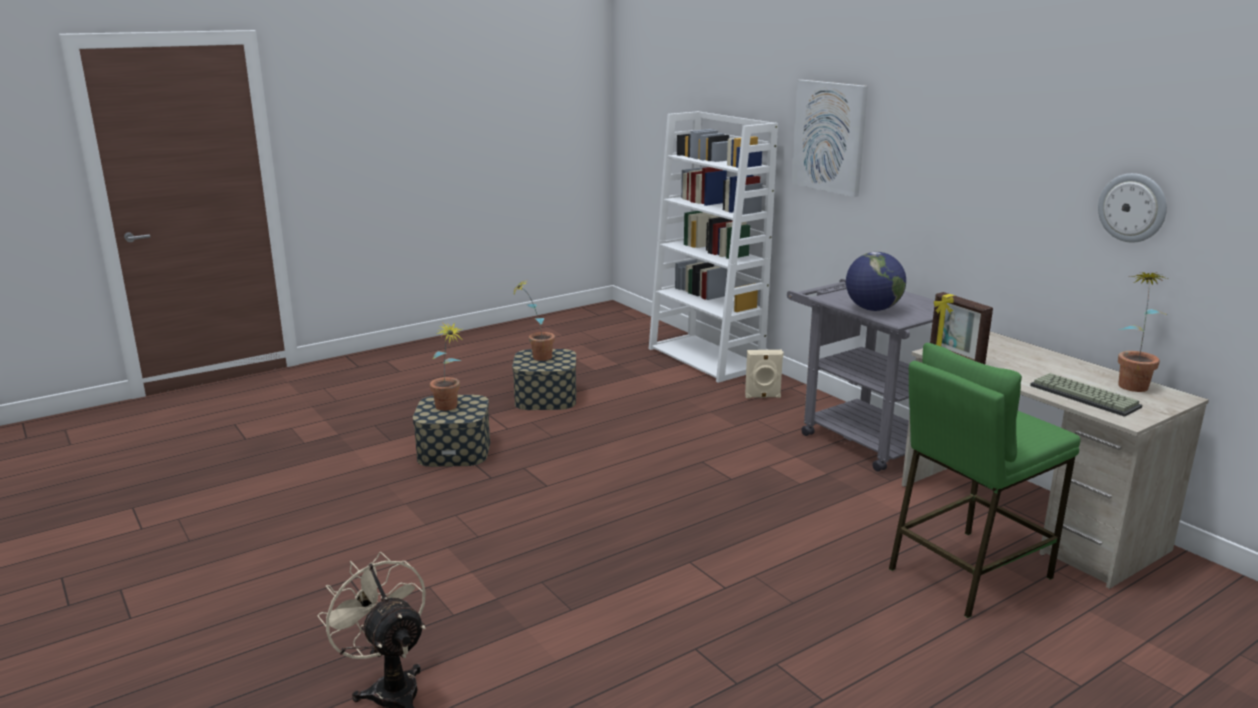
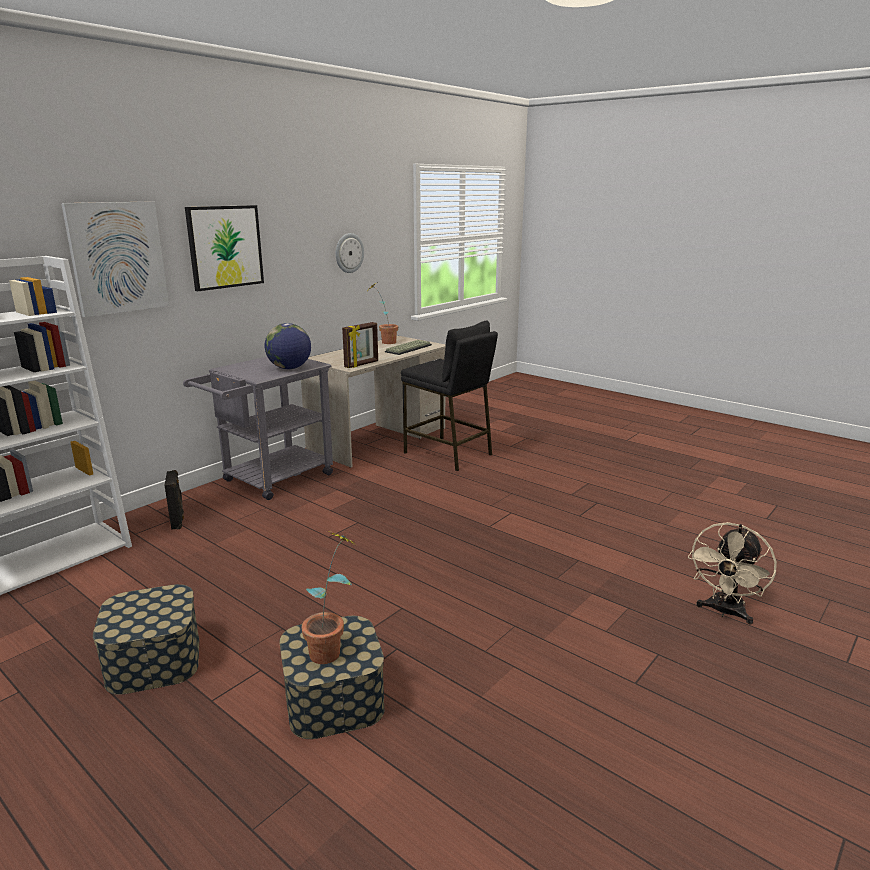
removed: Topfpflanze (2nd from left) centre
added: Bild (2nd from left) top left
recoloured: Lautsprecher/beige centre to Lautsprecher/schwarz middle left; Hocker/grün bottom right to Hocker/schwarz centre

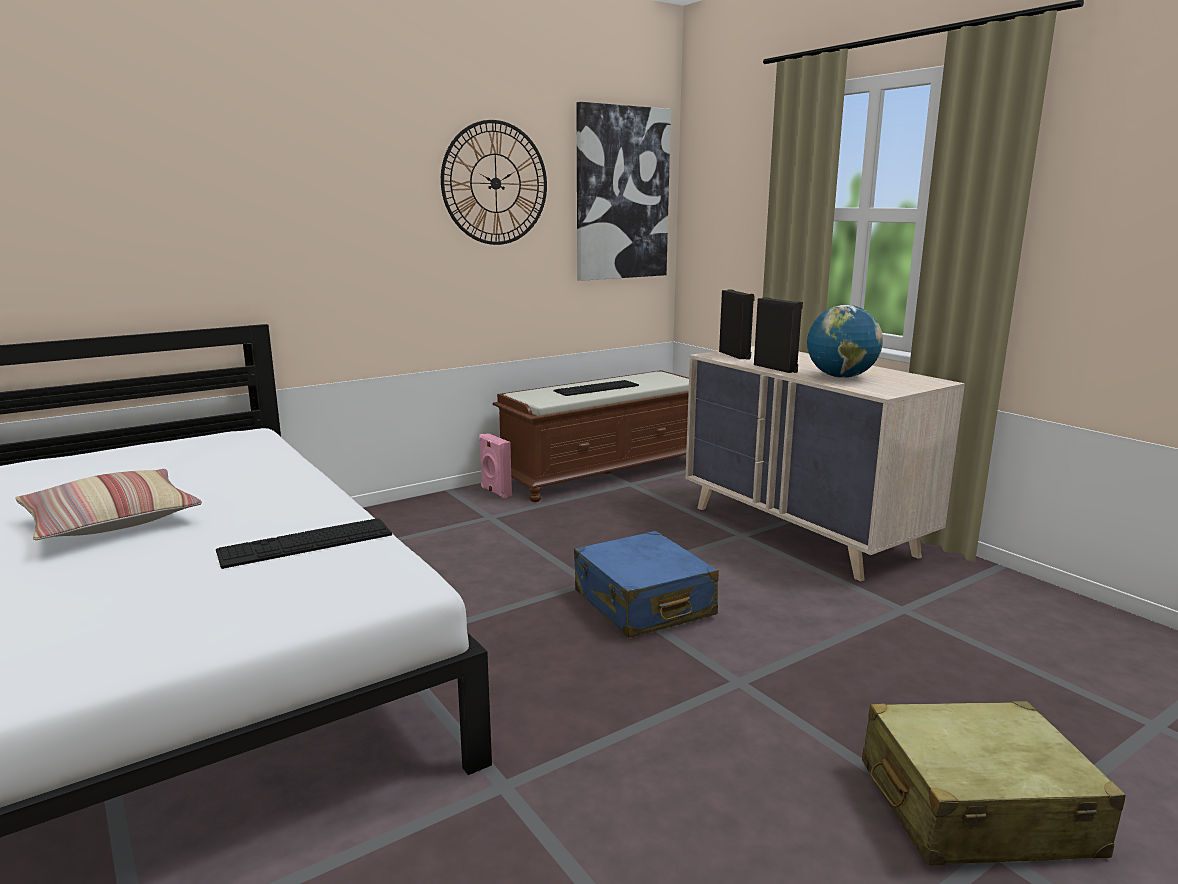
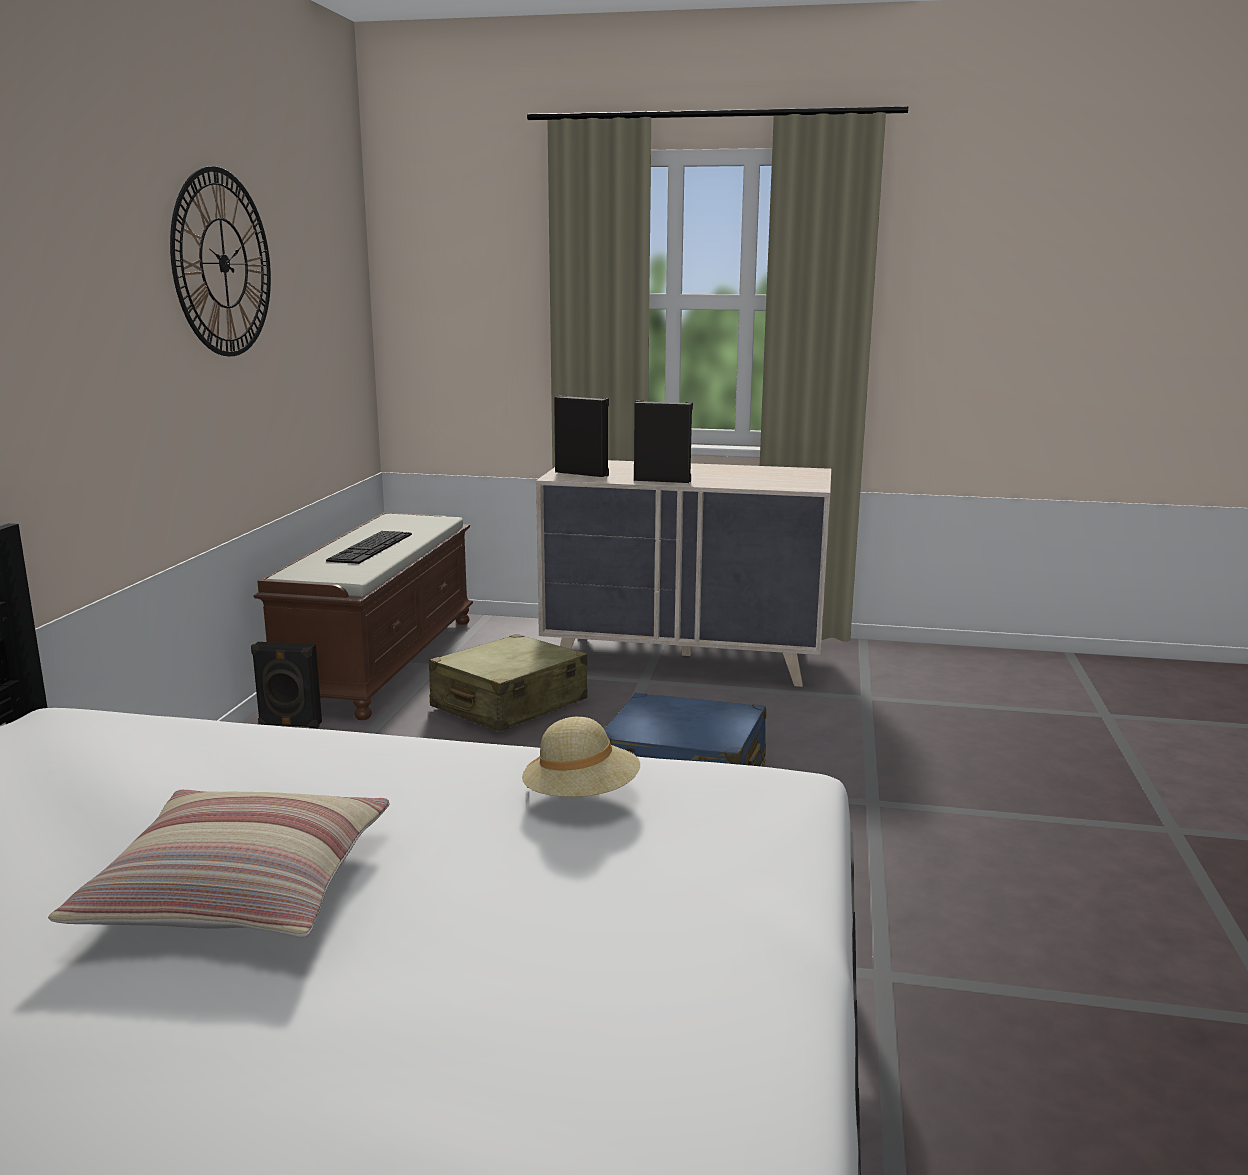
removed: Bild top centre; Globus middle right
moved: Koffer/beige bottom right to centre
replaced: Tastatur (1st from left) middle left to Hut/beige centre
recoloured: Lautsprecher/rosa centre to Lautsprecher/schwarz (1st from left) middle left

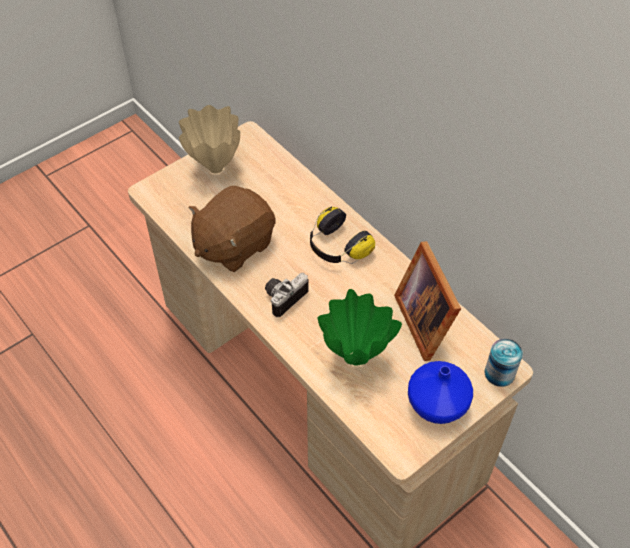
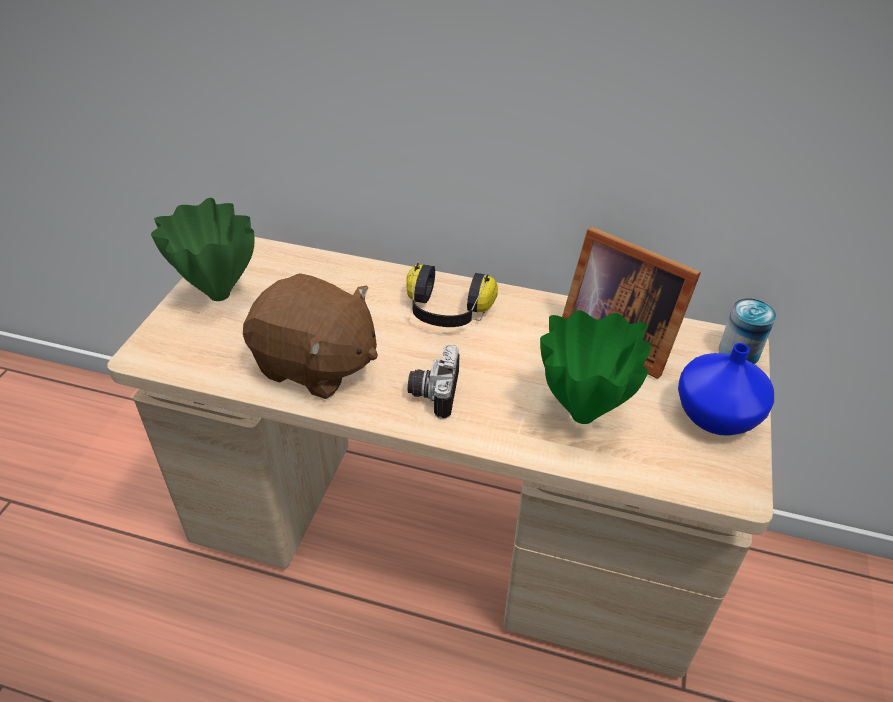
recoloured: Vase/beige top left to Vase/grün (1st from left) middle left
turned: Plüschtier/braun centre = centre 75 degrees counterclockwise

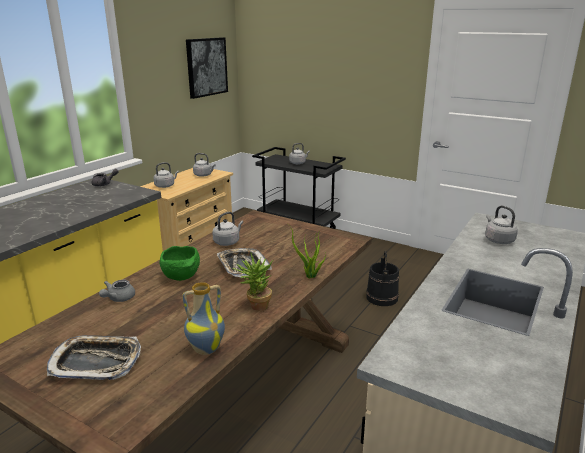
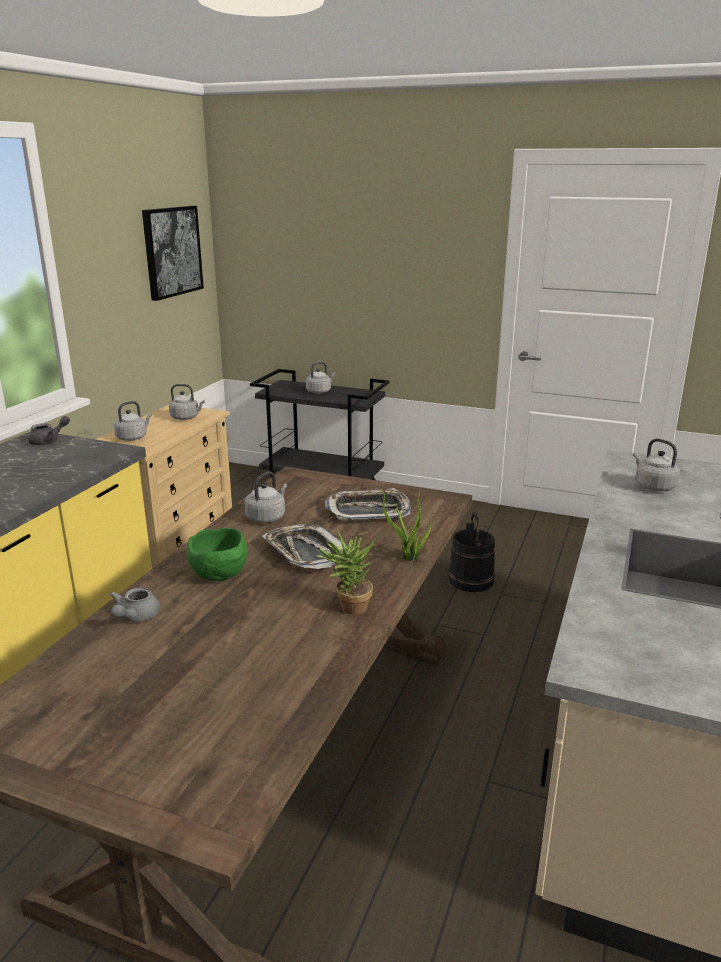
removed: Vase bottom centre
moved: Tablett (1st from left in the first image) bottom left to Tablett (2nd from left) centre

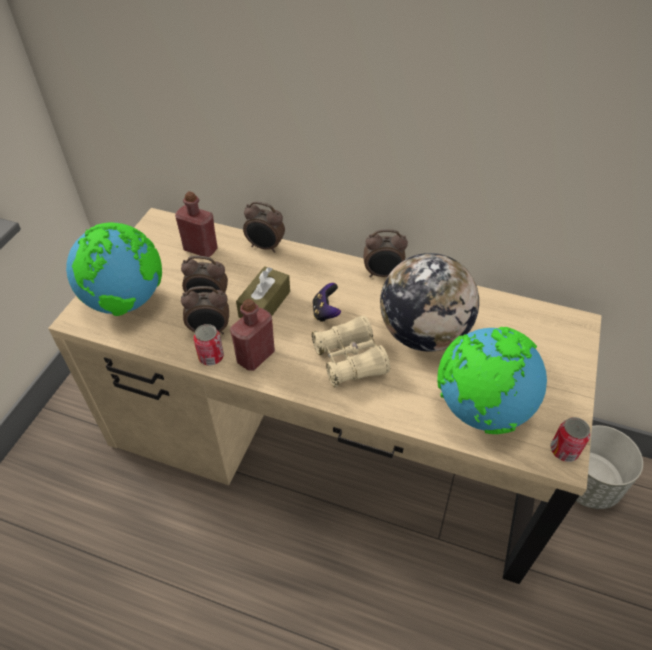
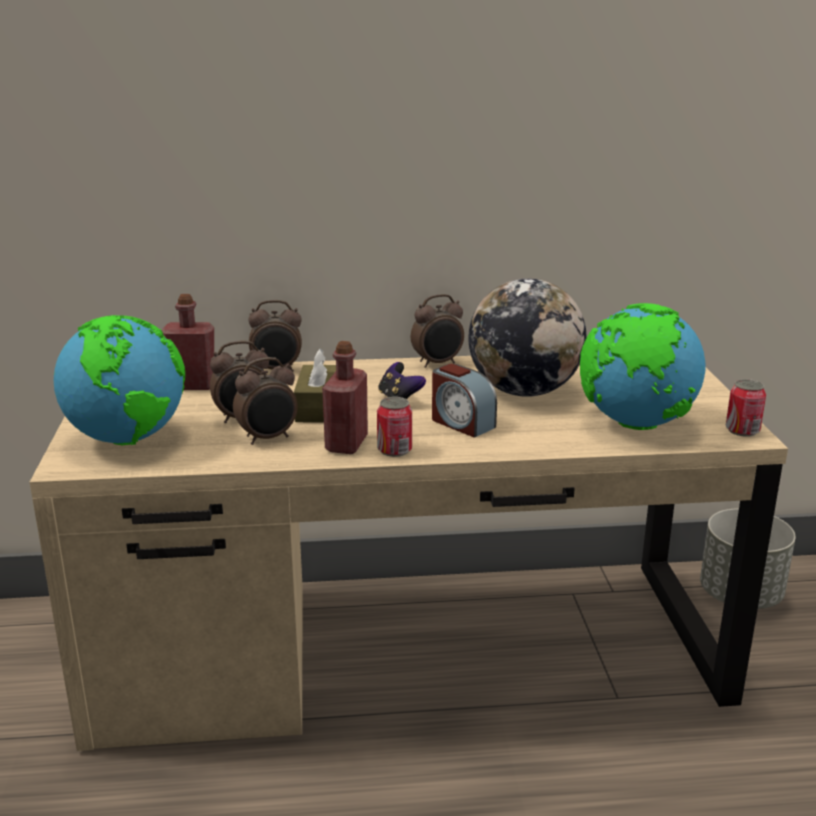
moved: Dose (1st from left) middle left to centre
replaced: Fernglas/beige centre to Wecker (5th from left) centre

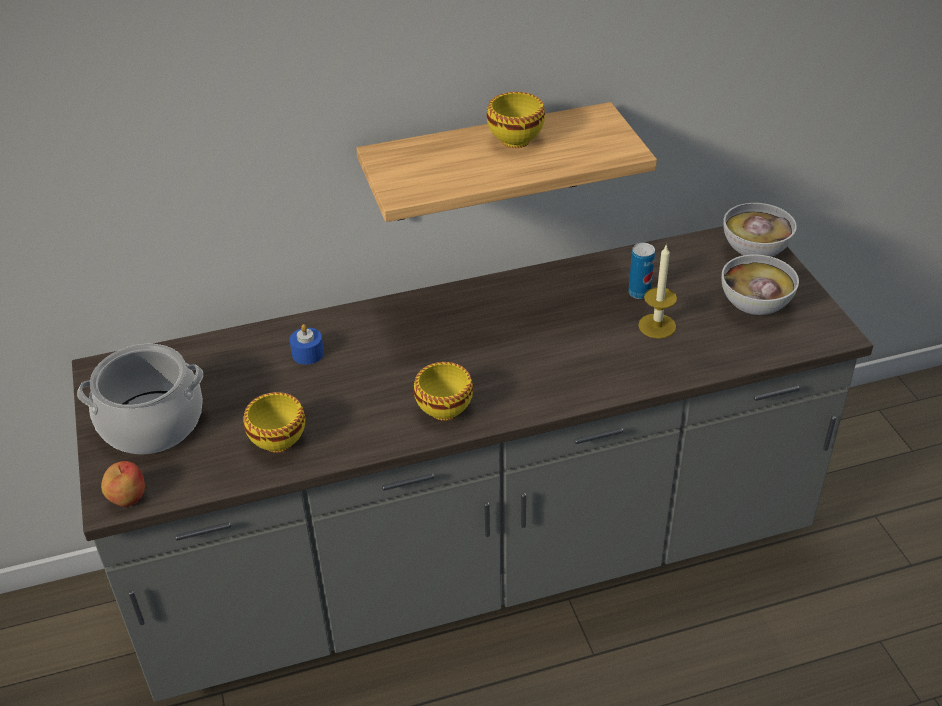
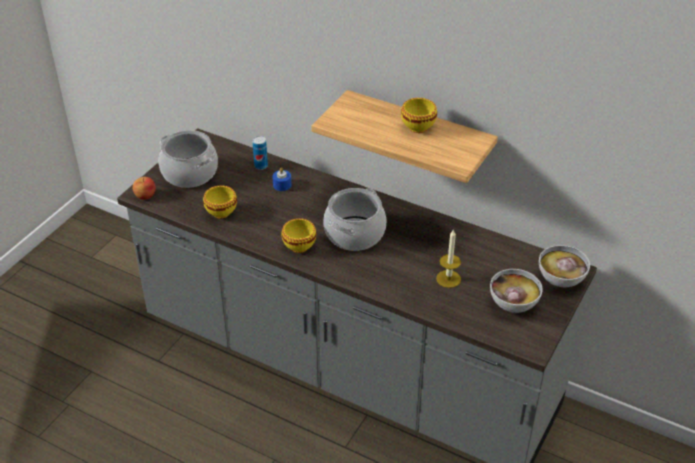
added: Kochtopf (2nd from left) centre
moved: Dose middle right to top centre

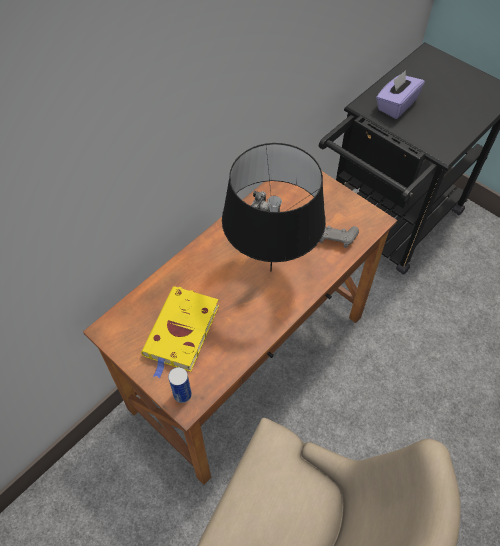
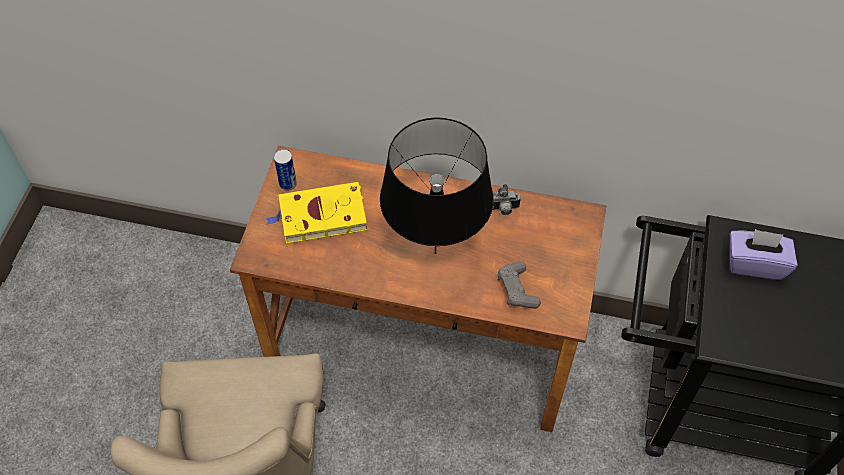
moved: Dose bottom centre to centre

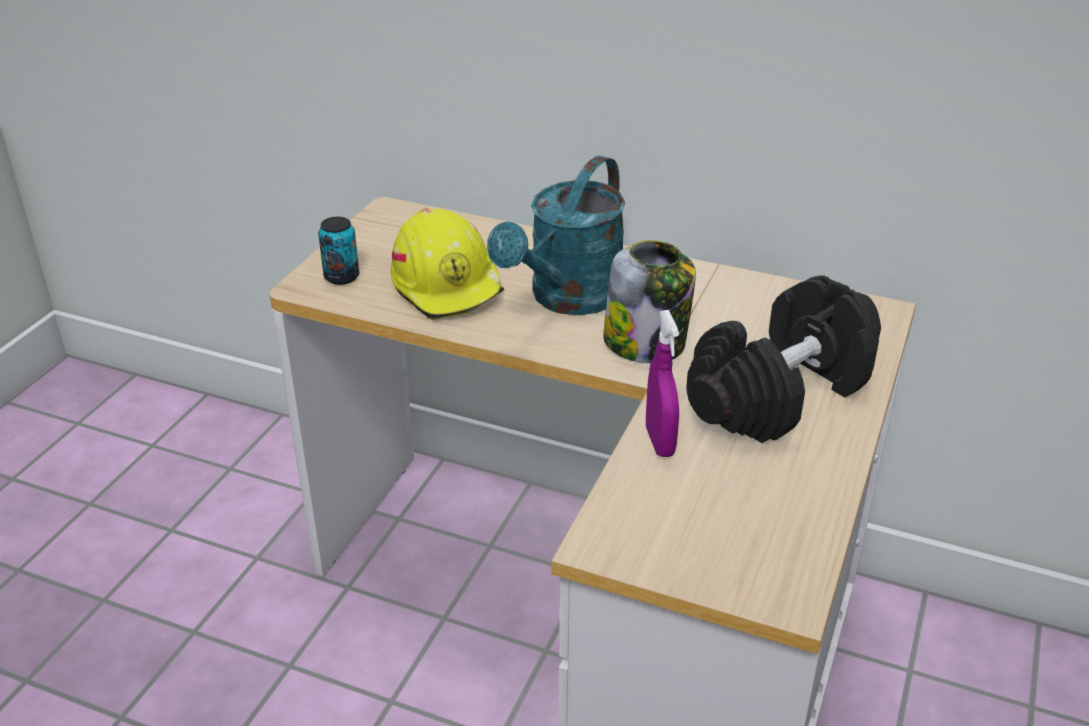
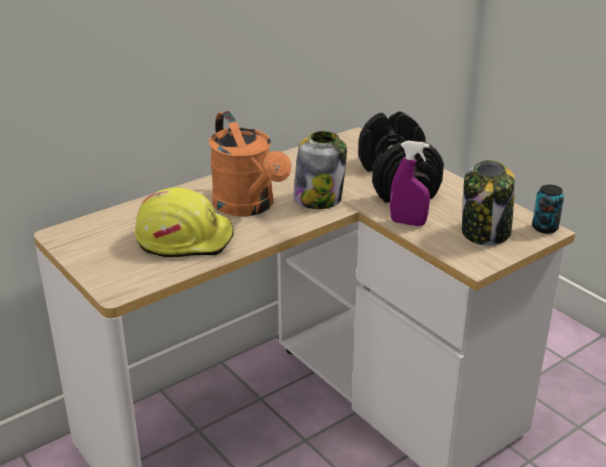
added: Vorratsglas (2nd from left) middle right
moved: Dose middle left to middle right
recoloured: Gießkanne/türkis top centre to Gießkanne/orange centre

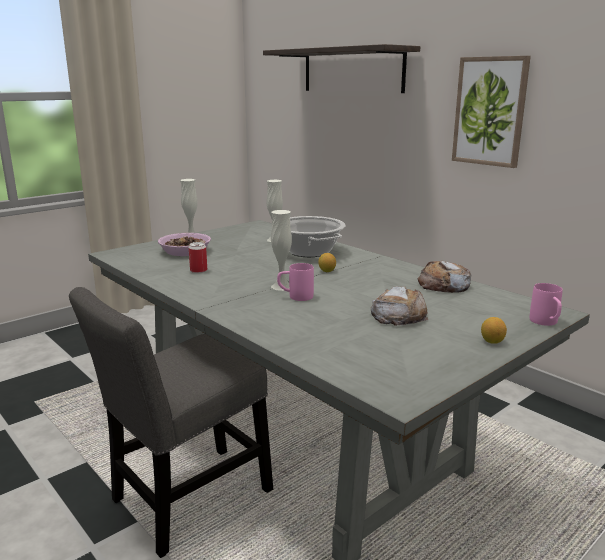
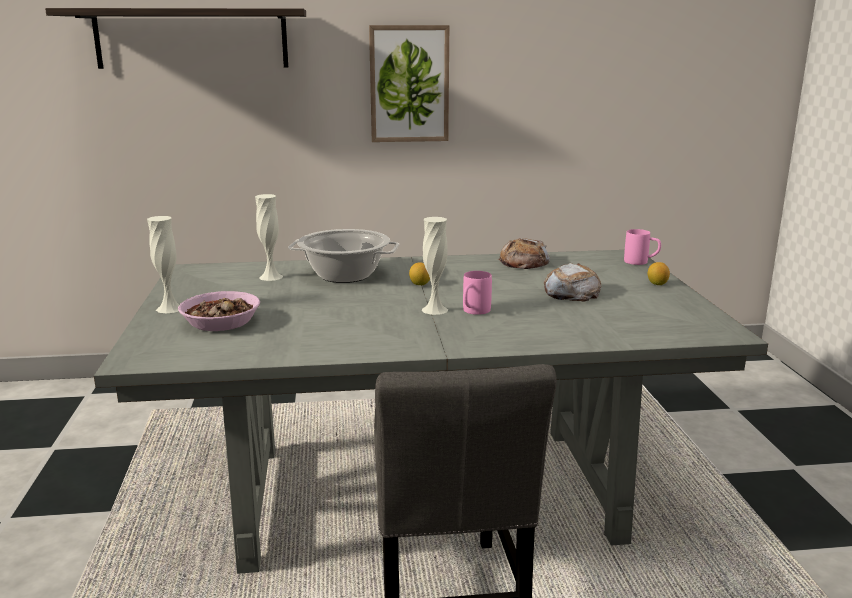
removed: Dose middle left

